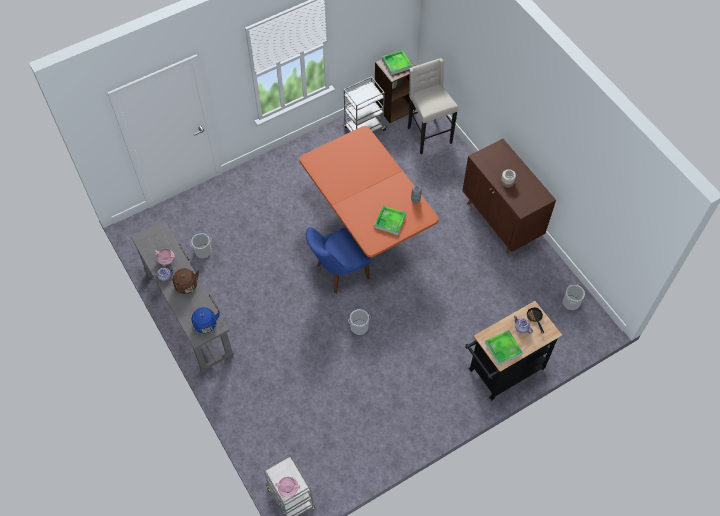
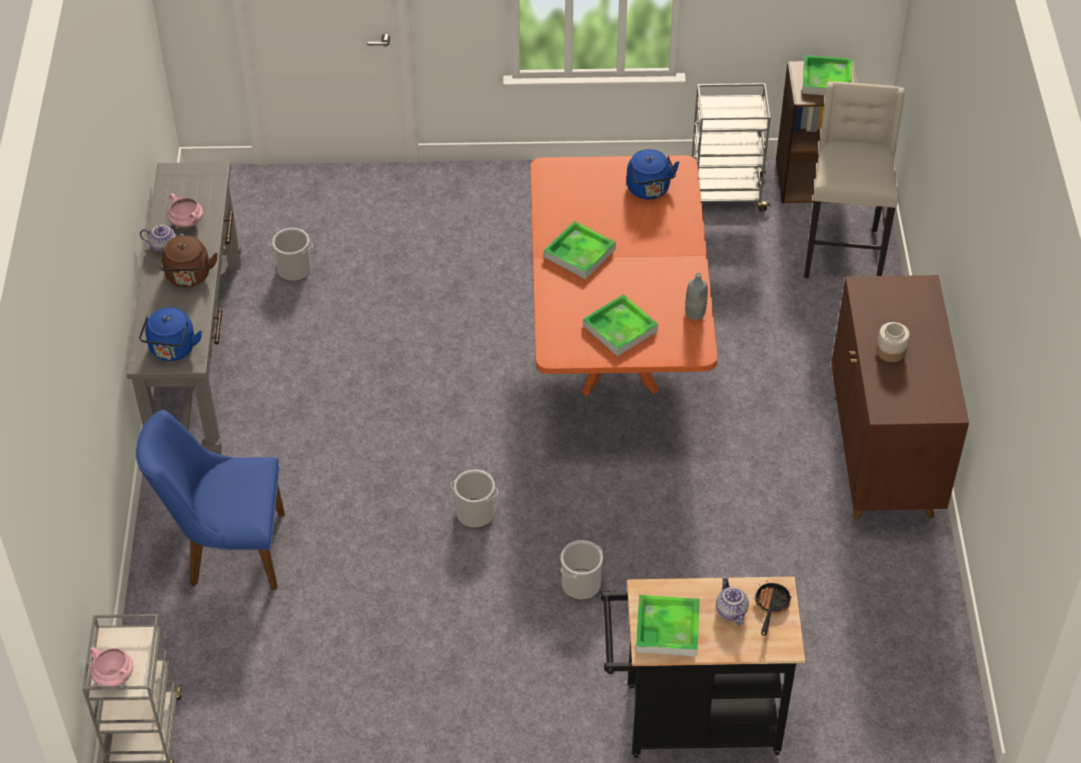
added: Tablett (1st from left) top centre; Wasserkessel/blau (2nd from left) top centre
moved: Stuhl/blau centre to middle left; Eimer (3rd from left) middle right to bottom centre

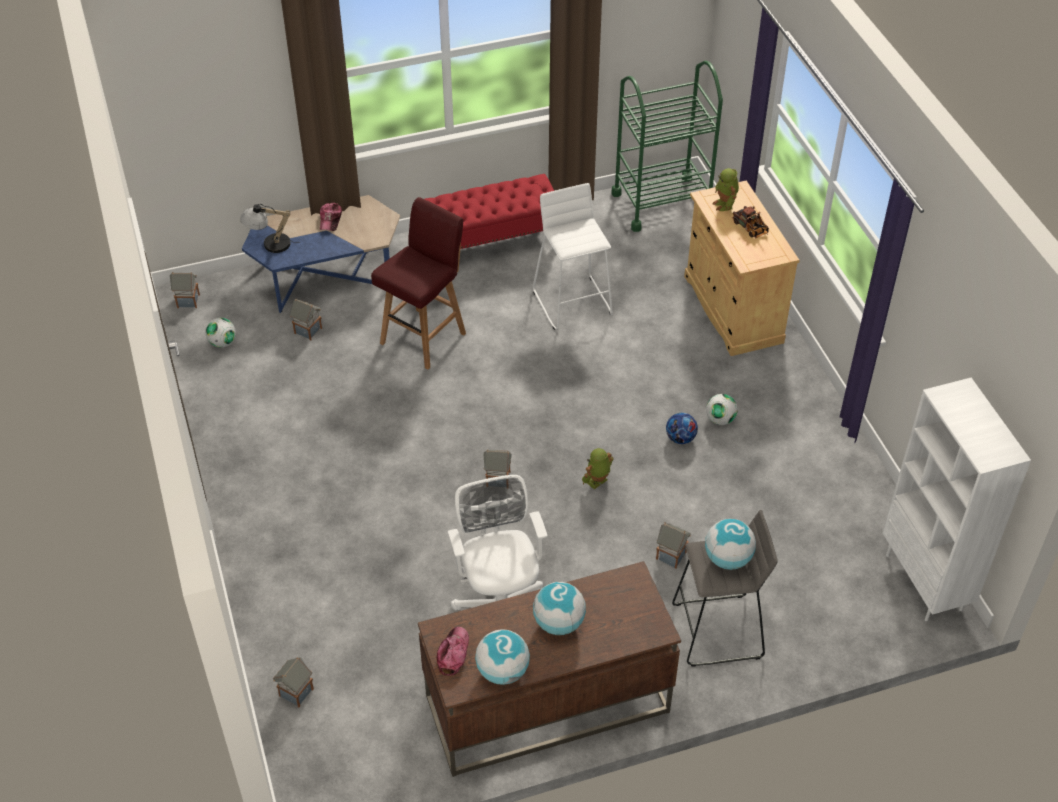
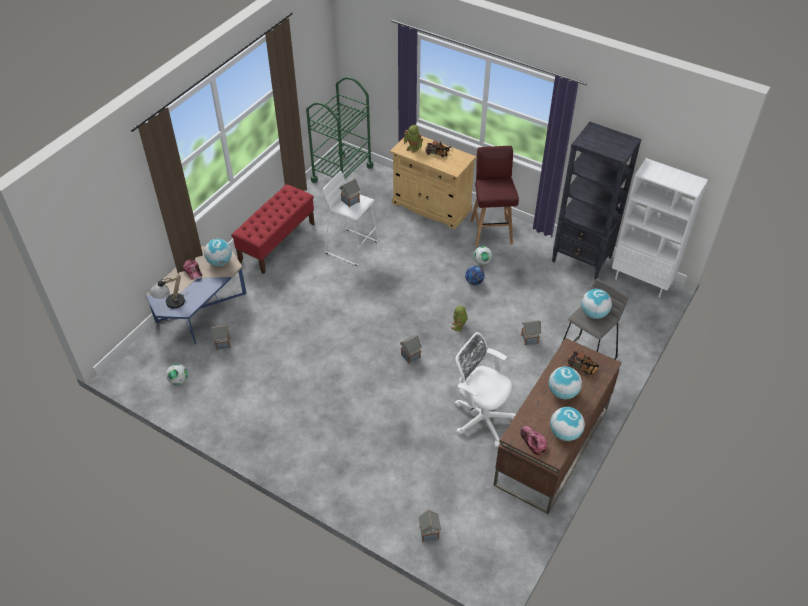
added: Globus (1st from left) middle left; Bücherregal/schwarz top right; Spielzeuglaster (2nd from left) middle right
moved: Spielzeughaus (1st from left in the first image) middle left to Spielzeughaus (2nd from left) top centre; Hocker/rot centre to top centre

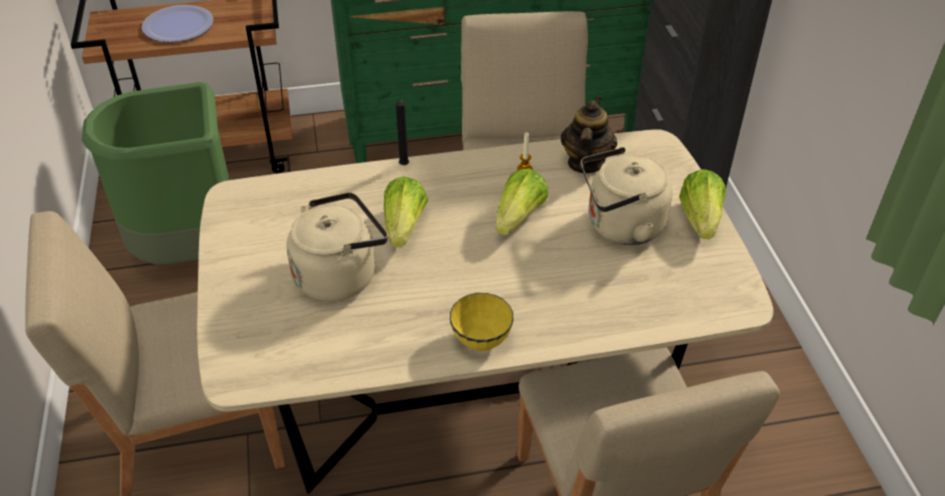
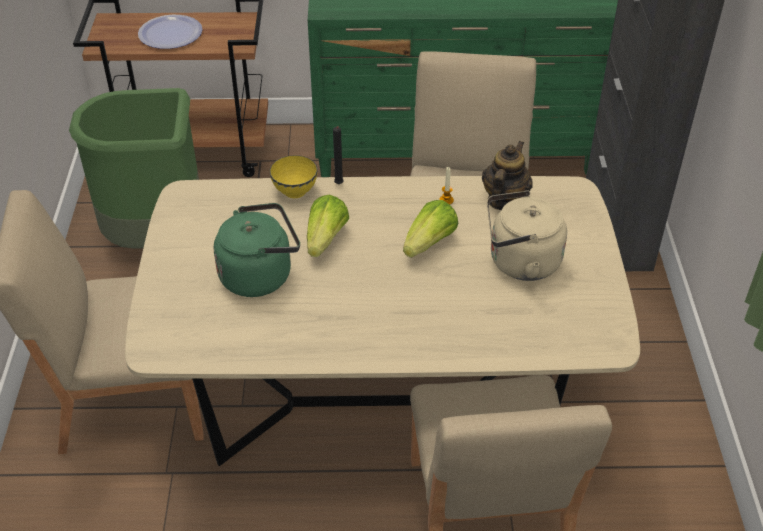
removed: Salatkopf (3rd from left) middle right
moved: Schüssel/gelb centre to top centre
recoloured: Wasserkessel/beige (1st from left) centre to Wasserkessel/grün centre

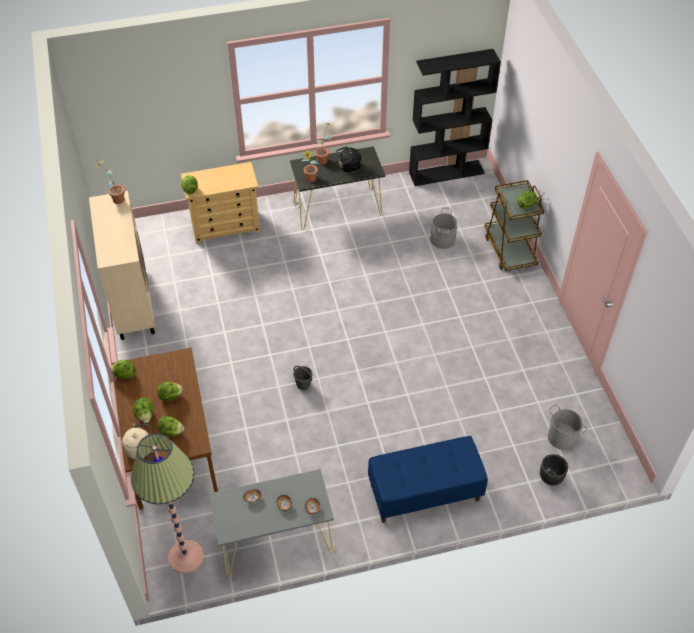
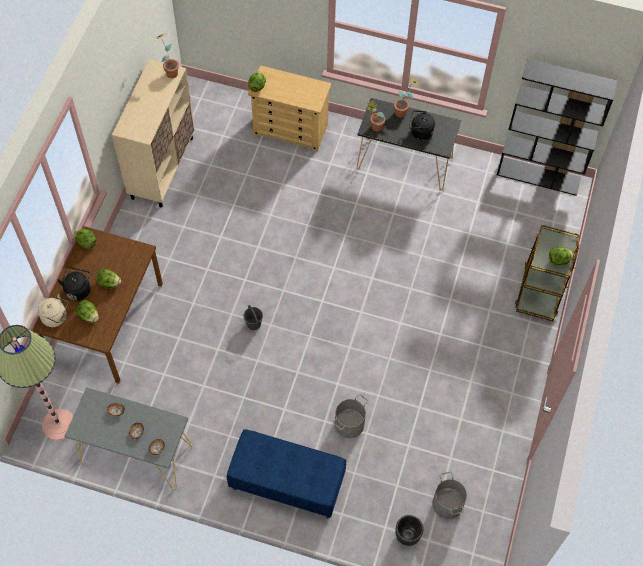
moved: Eimer/grau (2nd from left) centre to bottom centre
replaced: Salatkopf (2nd from left) middle left to Wasserkessel/schwarz (1st from left) middle left

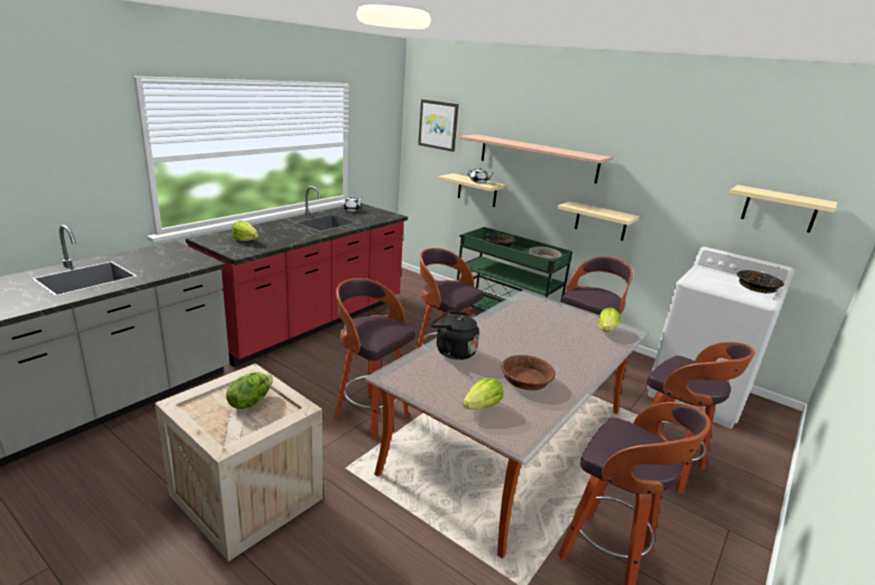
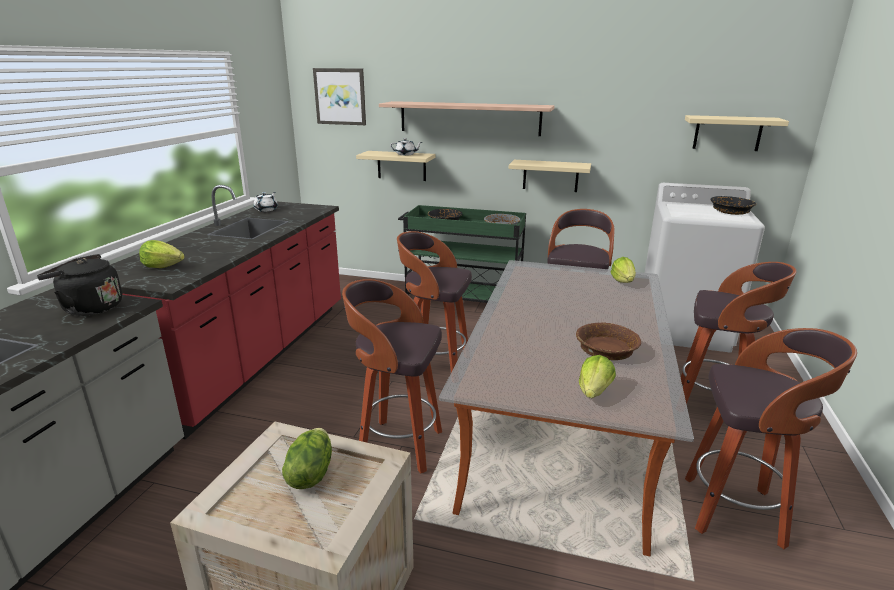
moved: Wasserkessel/schwarz centre to middle left

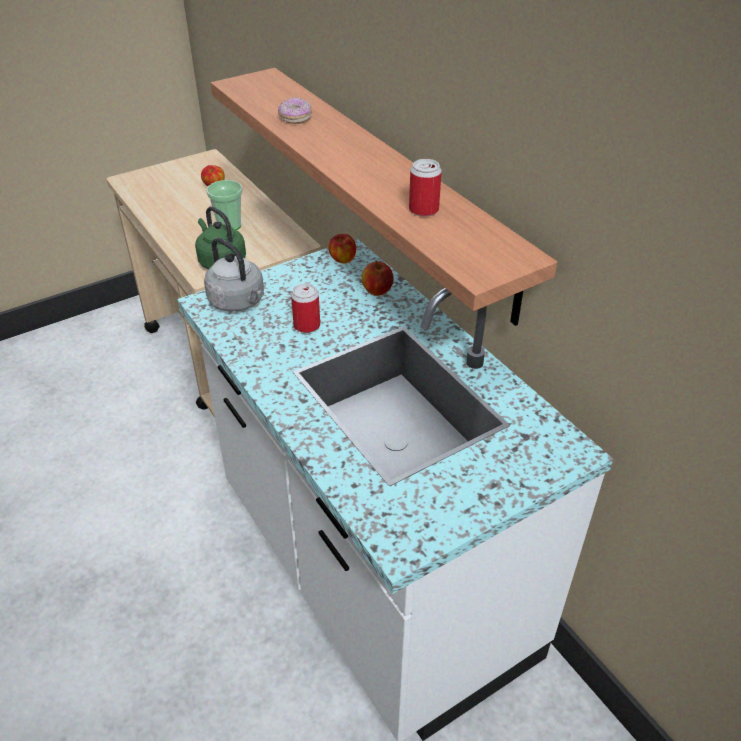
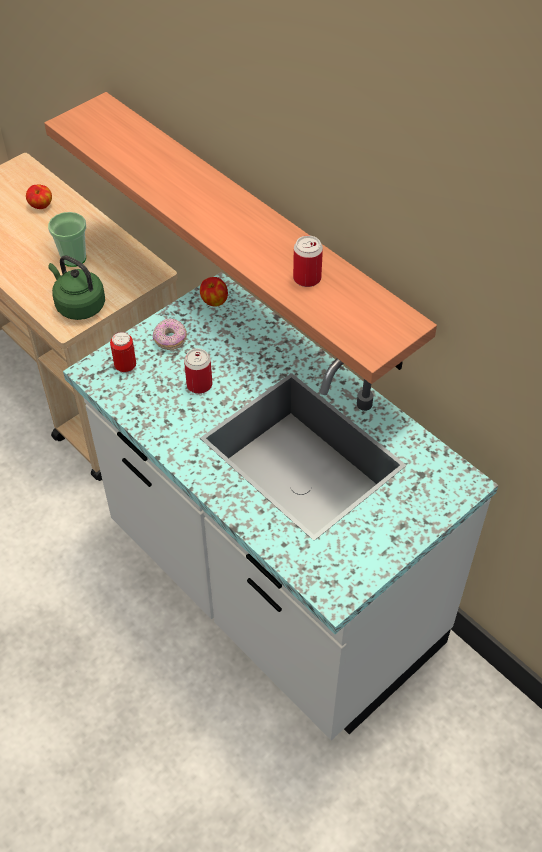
removed: Apfel (3rd from left) centre
moved: Donut top centre to middle left
replaced: Wasserkessel/grau middle left to Dose (1st from left) middle left

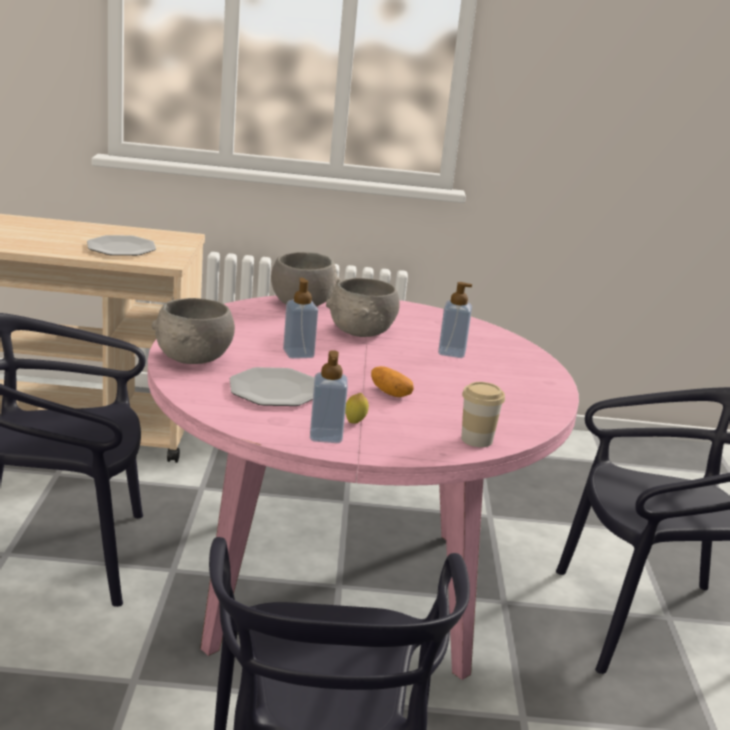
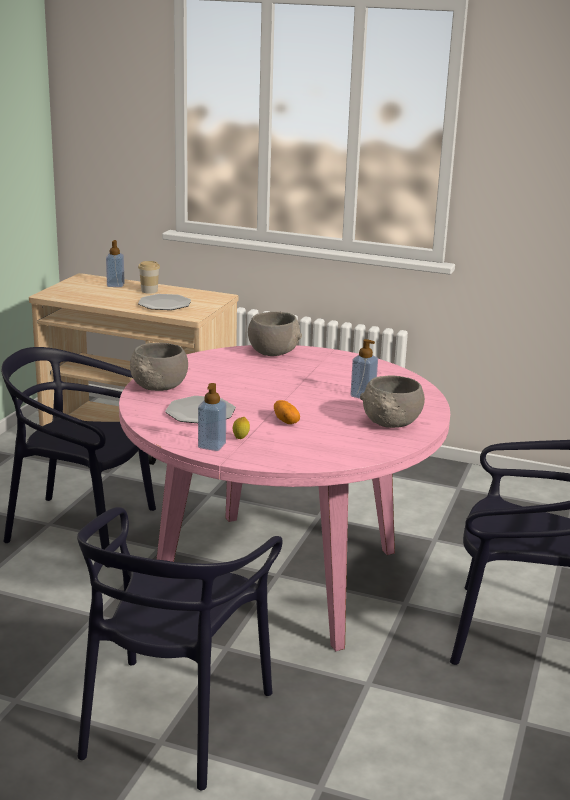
moved: Seifenspender (1st from left) centre to top left; Schüssel/grau (3rd from left) centre to middle right; Tasse centre to middle left

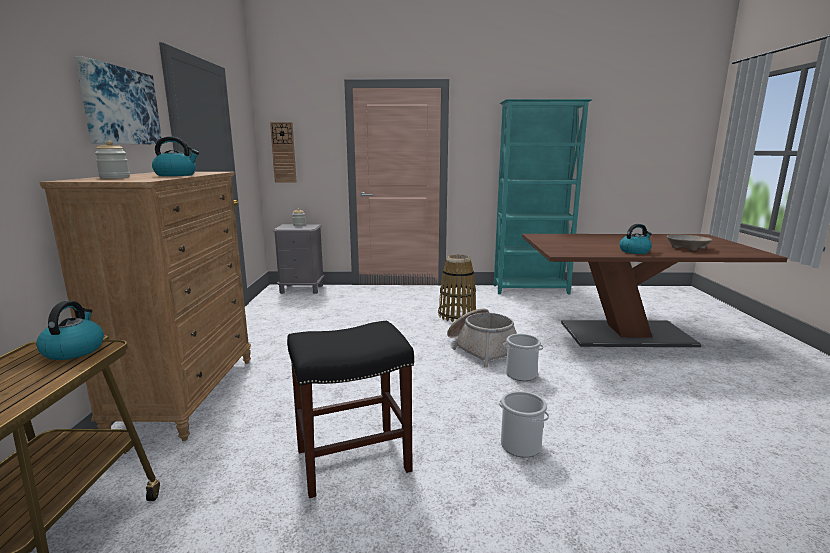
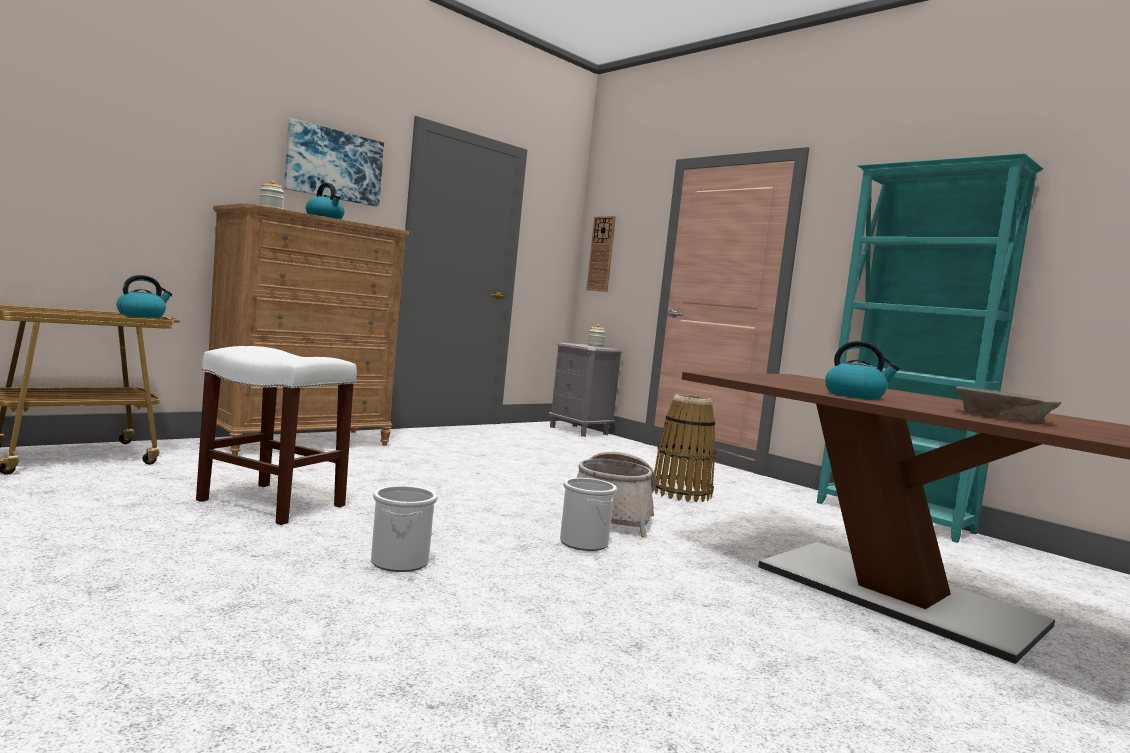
recoloured: Hocker/schwarz bottom centre to Hocker/weiß middle left

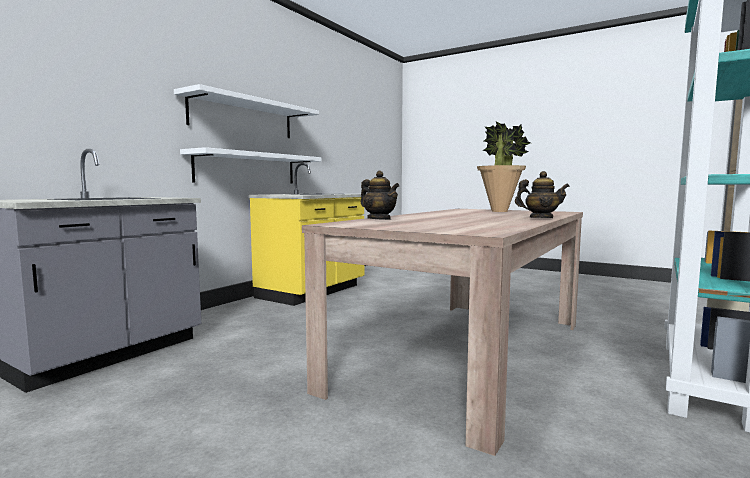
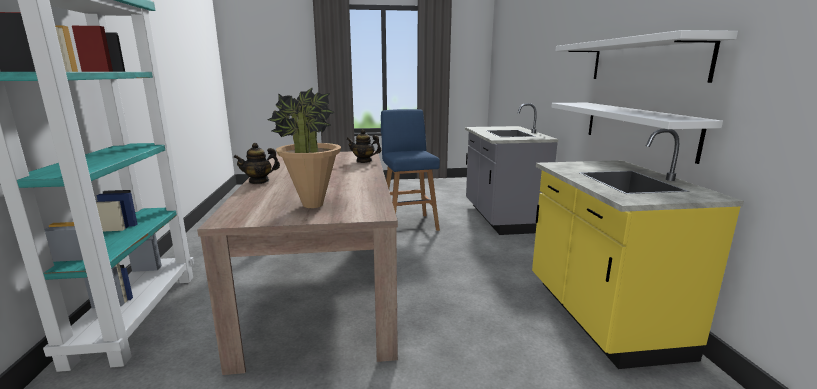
added: Hocker/blau centre

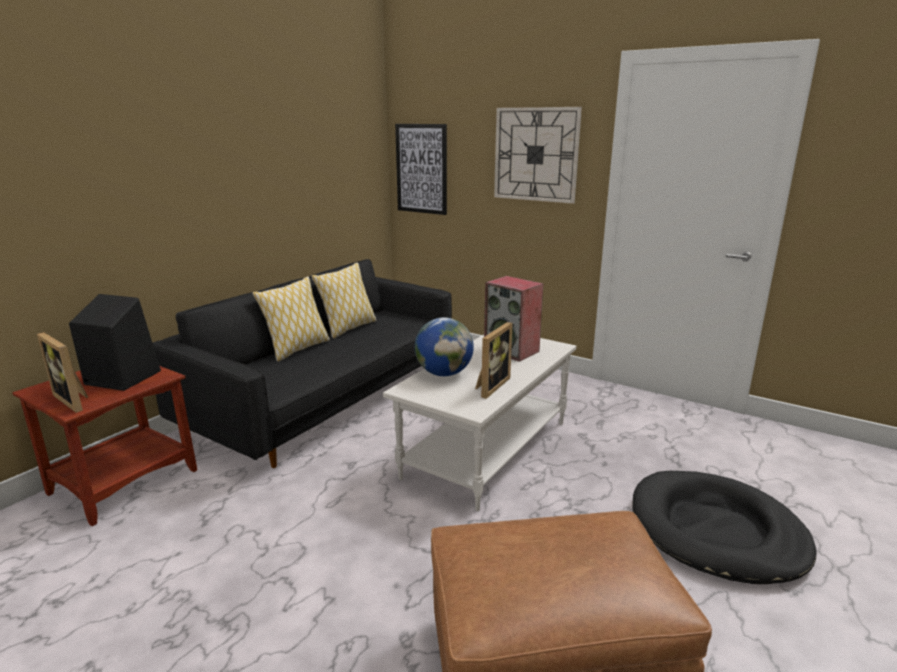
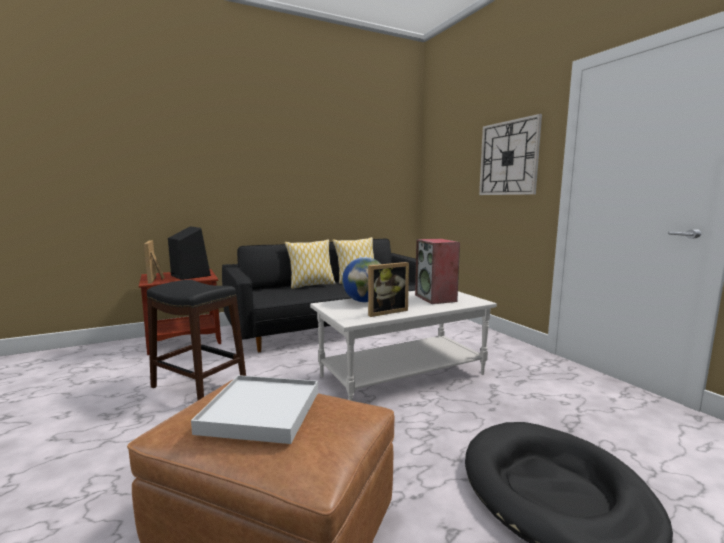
removed: Bild top centre
added: Hocker/schwarz middle left; Tablett/weiß bottom centre

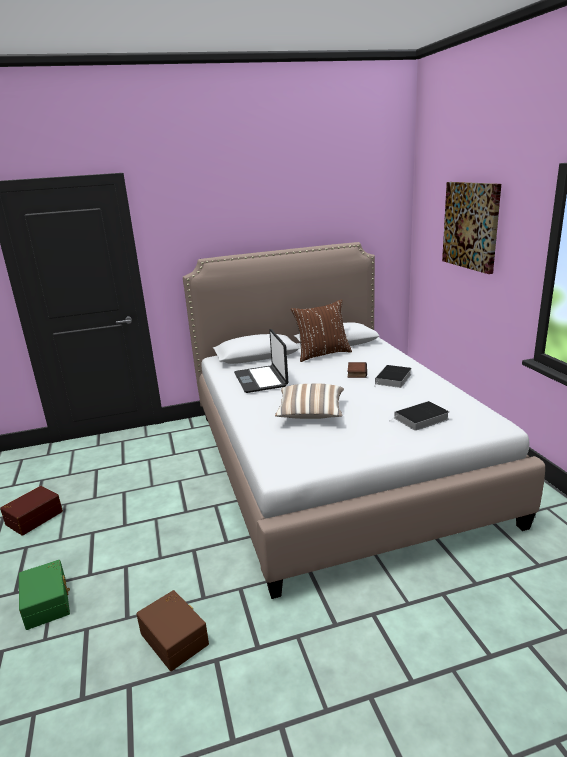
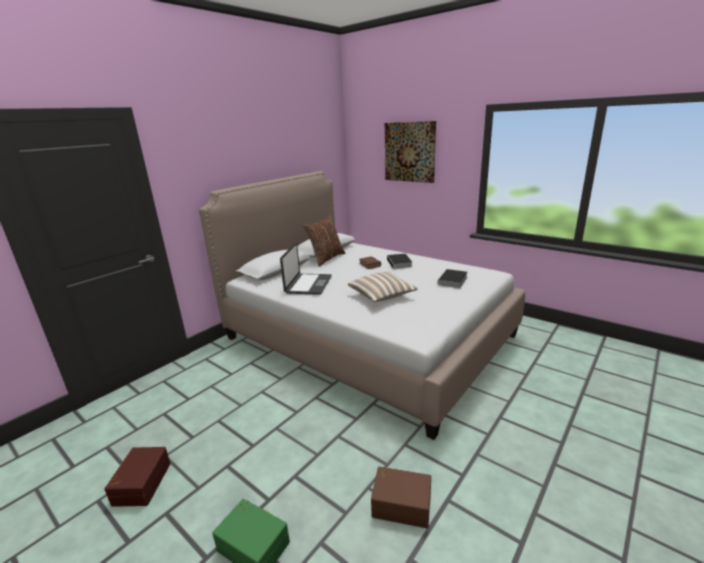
turned: Laptop centre = centre 120 degrees counterclockwise

